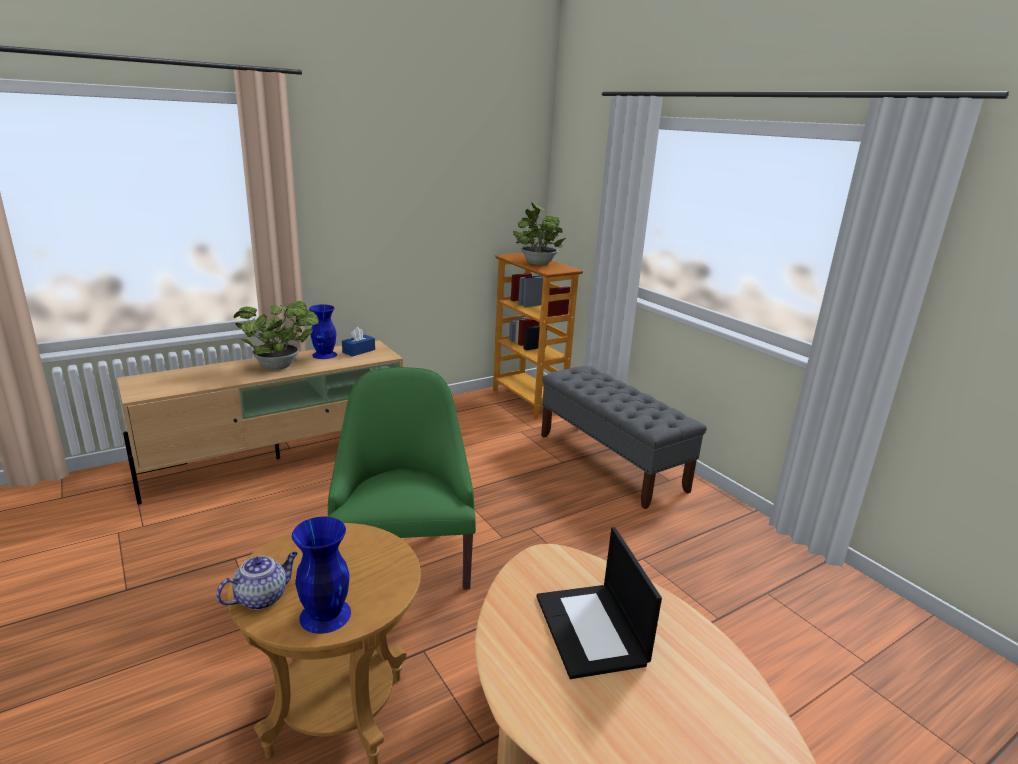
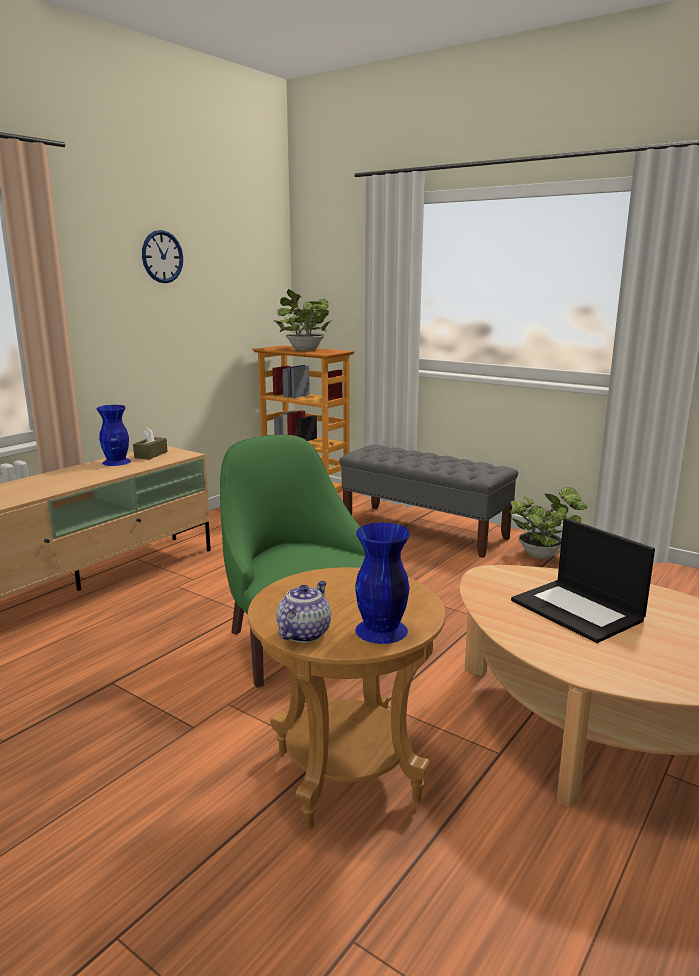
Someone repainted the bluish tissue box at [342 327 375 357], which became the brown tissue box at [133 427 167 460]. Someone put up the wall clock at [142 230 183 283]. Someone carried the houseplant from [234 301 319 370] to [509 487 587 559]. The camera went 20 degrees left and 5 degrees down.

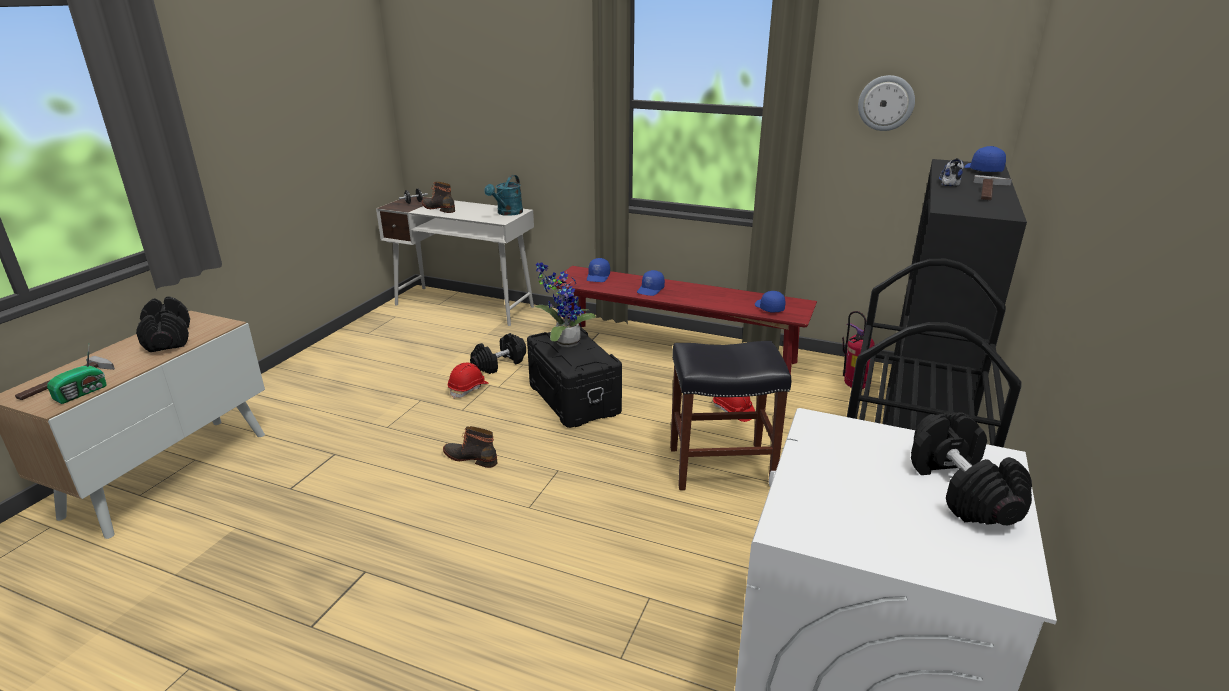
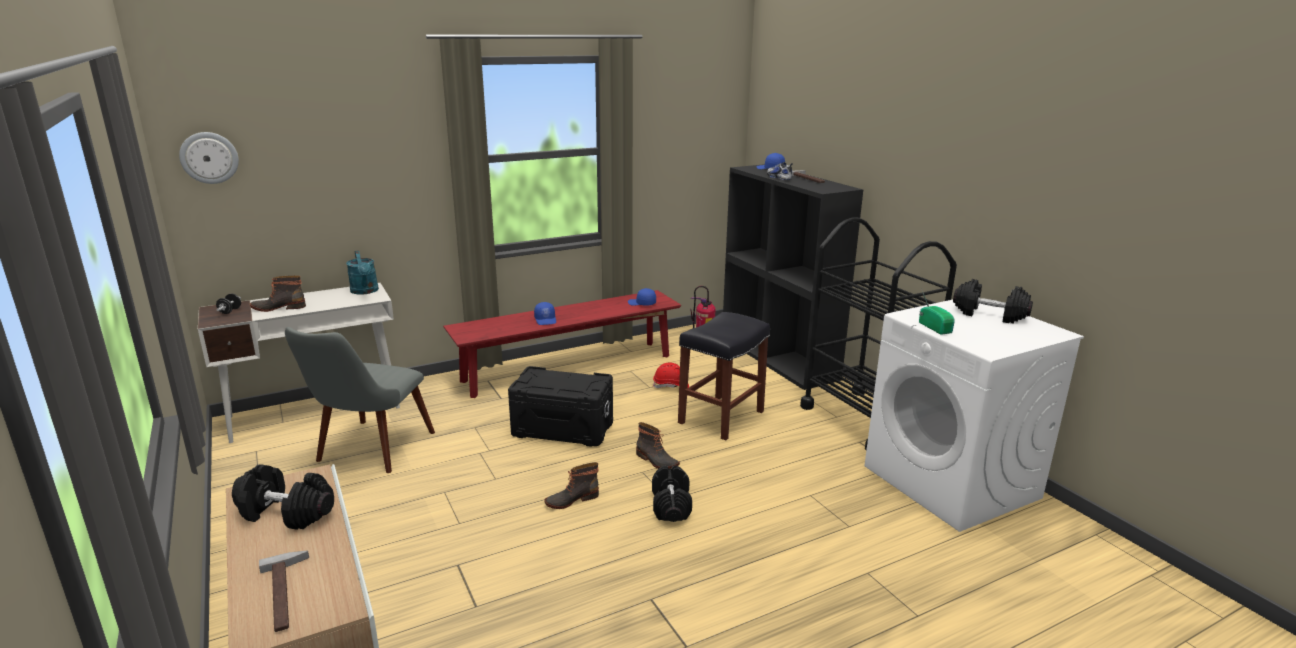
Someone carried the wall clock from [858 75 915 131] to [179 132 239 184]. Someone put down the greyish plain chair at [285 327 435 473]. Someone put down the high-top boot at [636 422 680 469]. Someone carried the black hand weight from [470 333 526 374] to [652 466 692 522]. Someone carried the radio receiver from [47 346 107 404] to [919 289 955 335]. Someone took away the red safety helmet at [448 363 489 399]. Someone took away the houseplant at [535 263 596 347]. Someone took away the bluish cap at [587 258 610 282]. The camera went 50 degrees left and 5 degrees down.

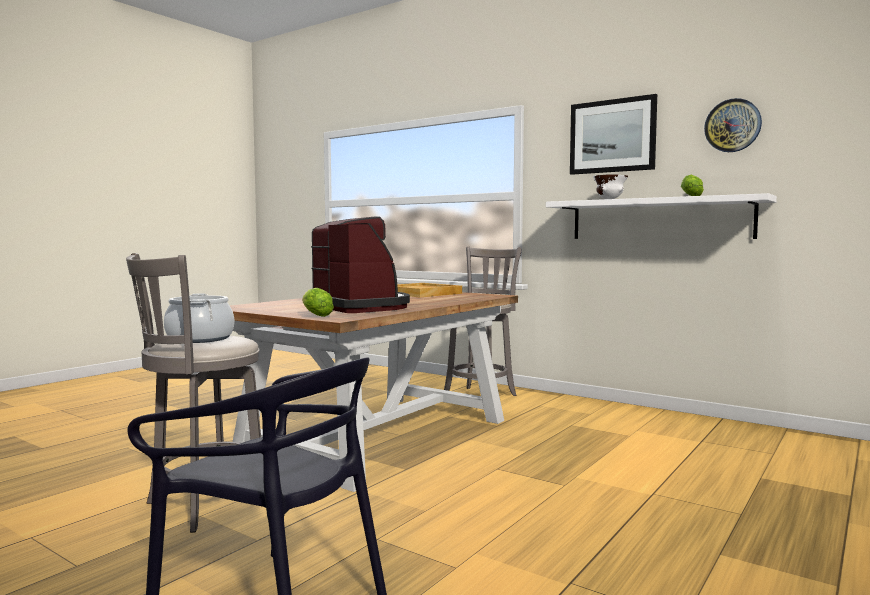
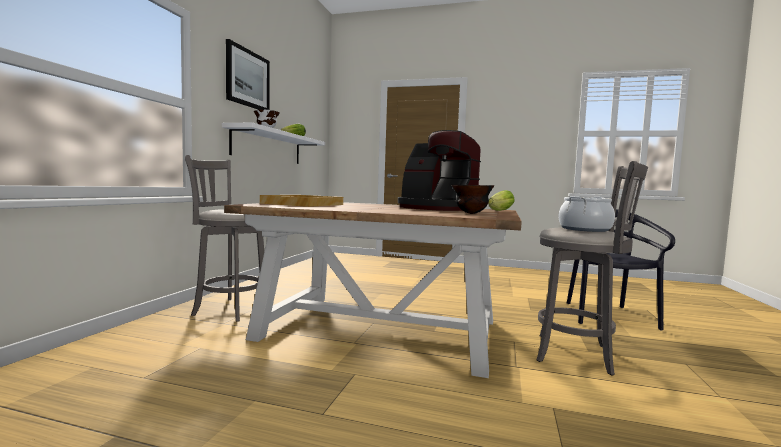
Someone rotated the coffee machine at [311 216 410 313] by 90 degrees counterclockwise. Someone put down the black deep dish at [452 185 494 214]. Someone took away the wall clock at [704 98 762 152]. The camera went 110 degrees left and 0 degrees up.

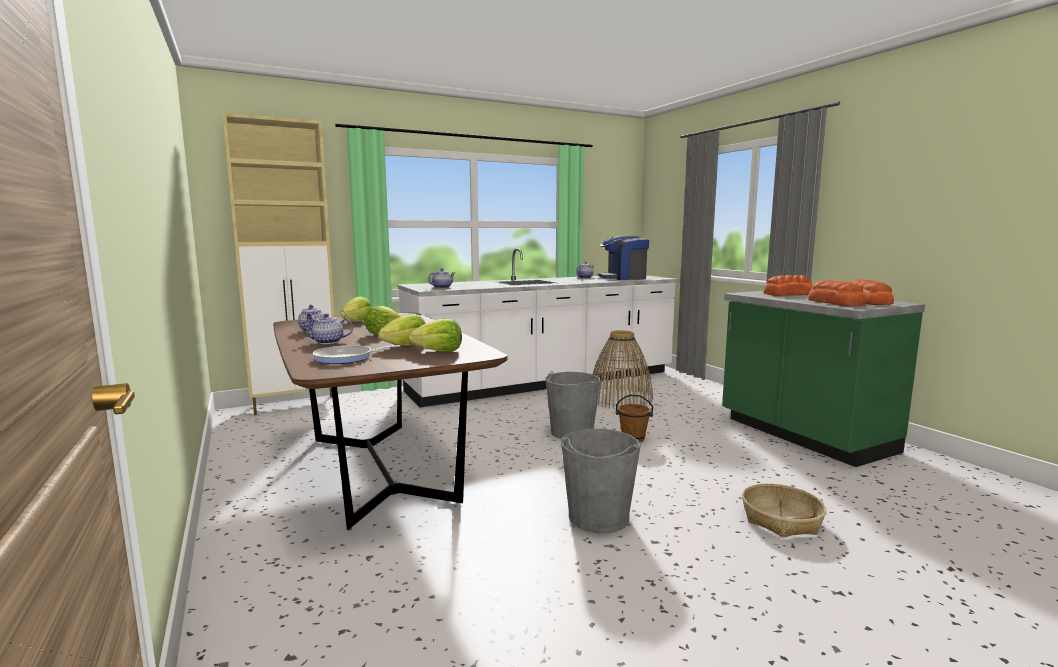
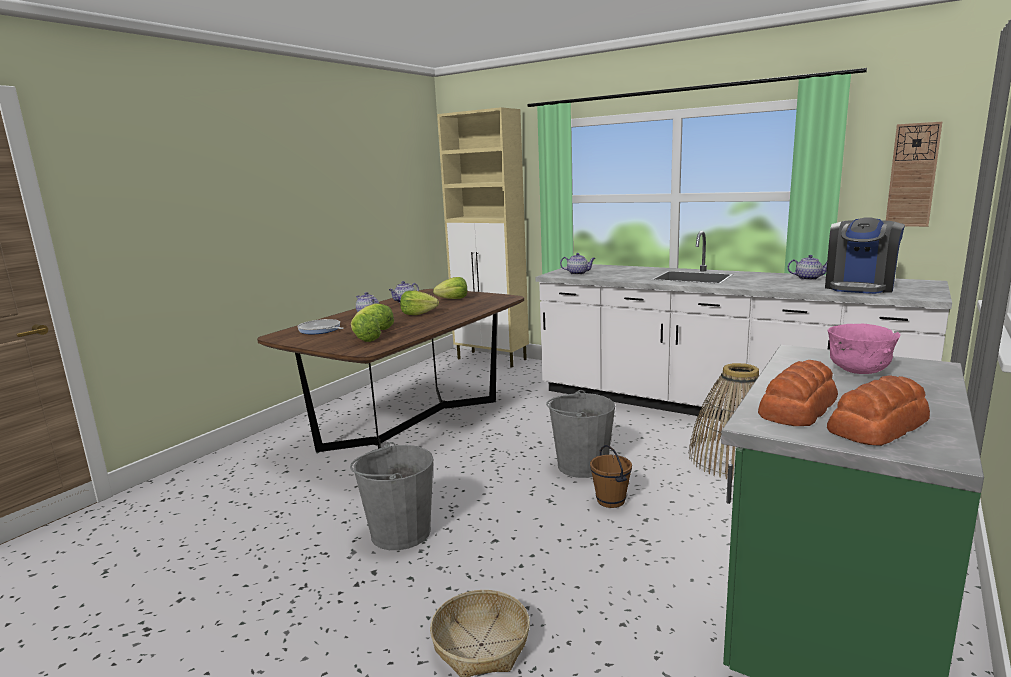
Someone rotated the coffee machine at [598 235 649 280] by 105 degrees counterclockwise. Someone swapped the bread at [763 275 812 296] for the pink deep dish at [828 324 900 374]. Someone put up the wall clock at [886 122 942 227]. The camera went 60 degrees right and 5 degrees up.

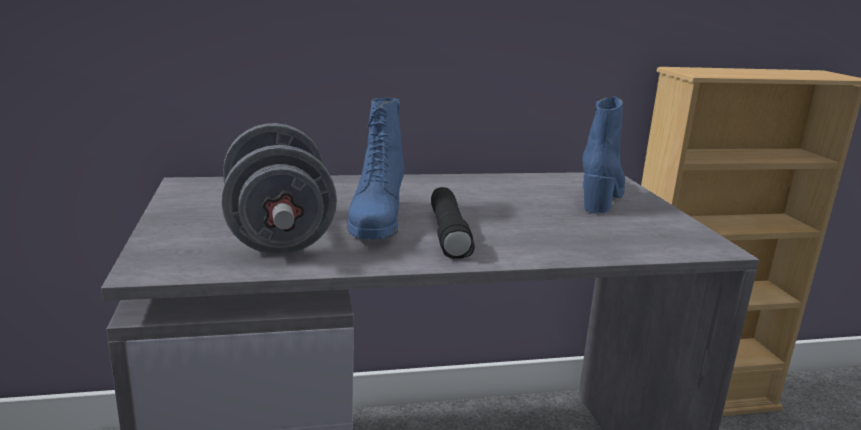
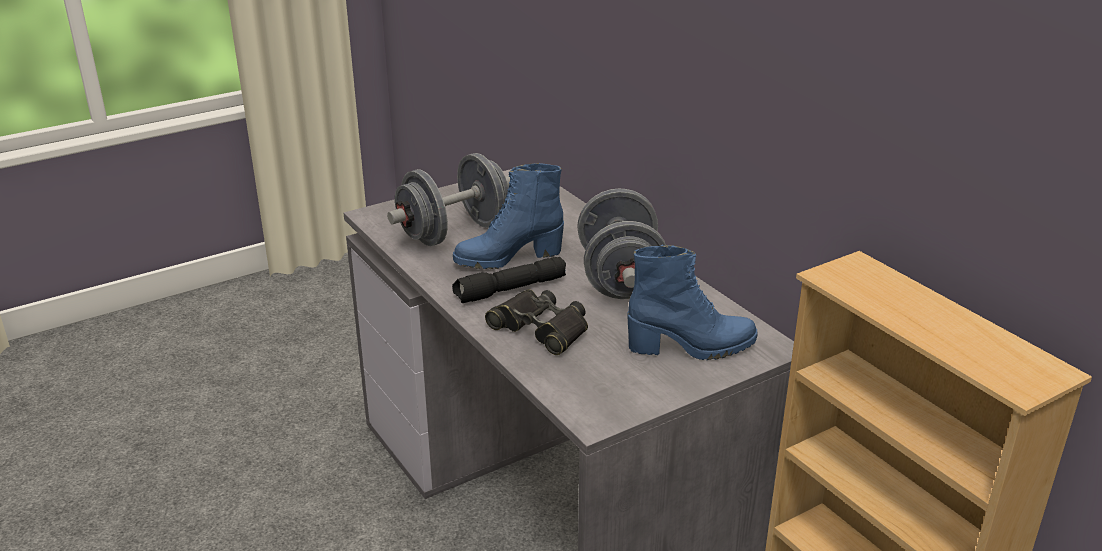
Someone put down the black pair of binoculars at [485 289 588 355]. Someone put down the greyish hand weight at [577 189 666 299]. The camera went 70 degrees right and 10 degrees up.

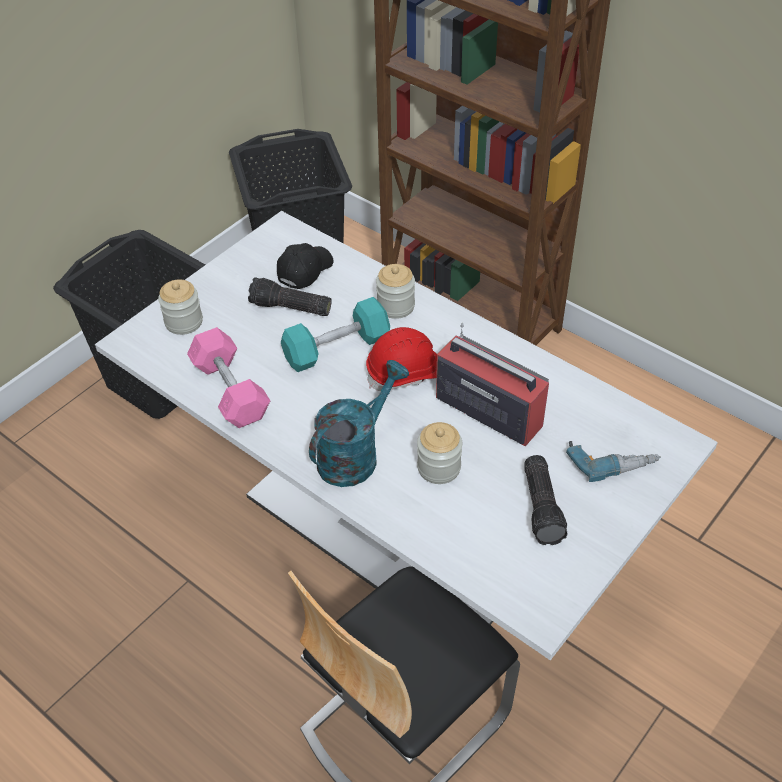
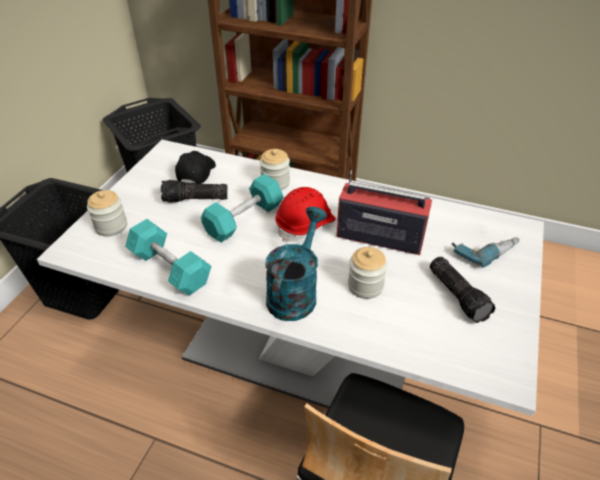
Someone repainted the pink hand weight at [187 327 270 428], which became the turquoise hand weight at [125 219 212 296]. The camera went 20 degrees left and 5 degrees down.

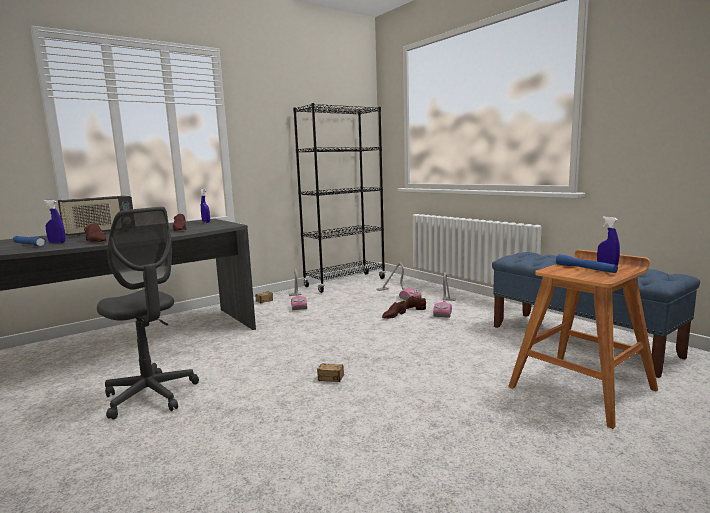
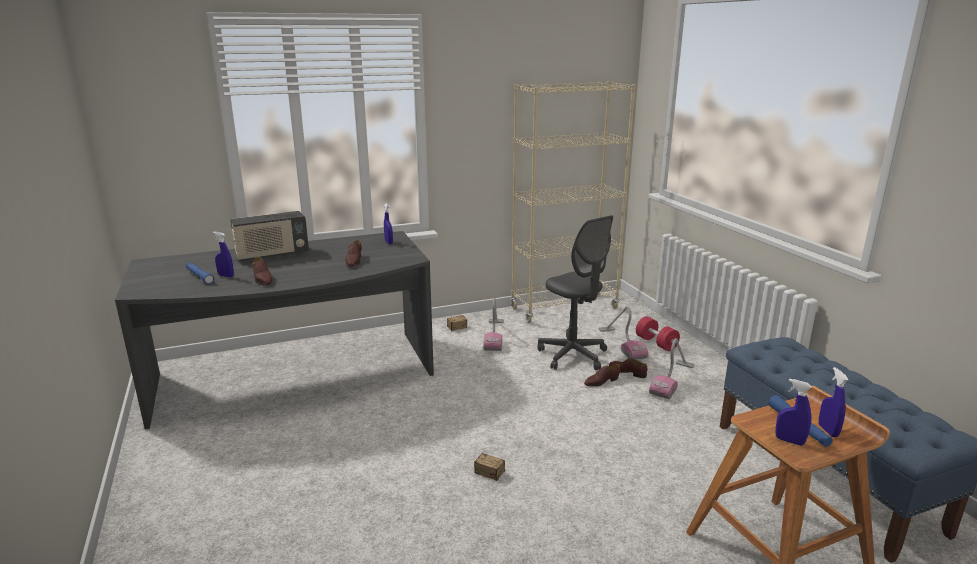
Someone repainted the black bookshelf at [293 103 386 293], which became the beige-coloured bookshelf at [511 81 636 323]. Someone carried the greyish office chair from [97 207 199 420] to [537 215 613 370]. Someone put down the red hand weight at [636 316 680 351]. Someone put down the bluish hand sprayer at [775 378 812 446]. The camera went 15 degrees right and 10 degrees up.

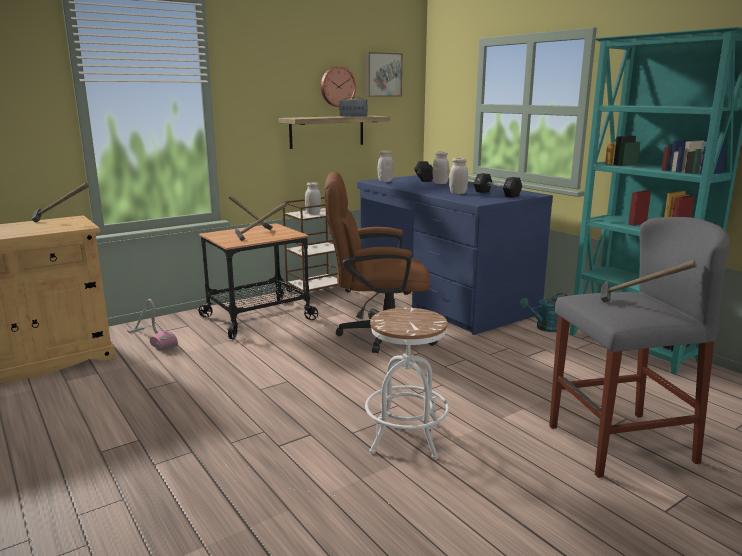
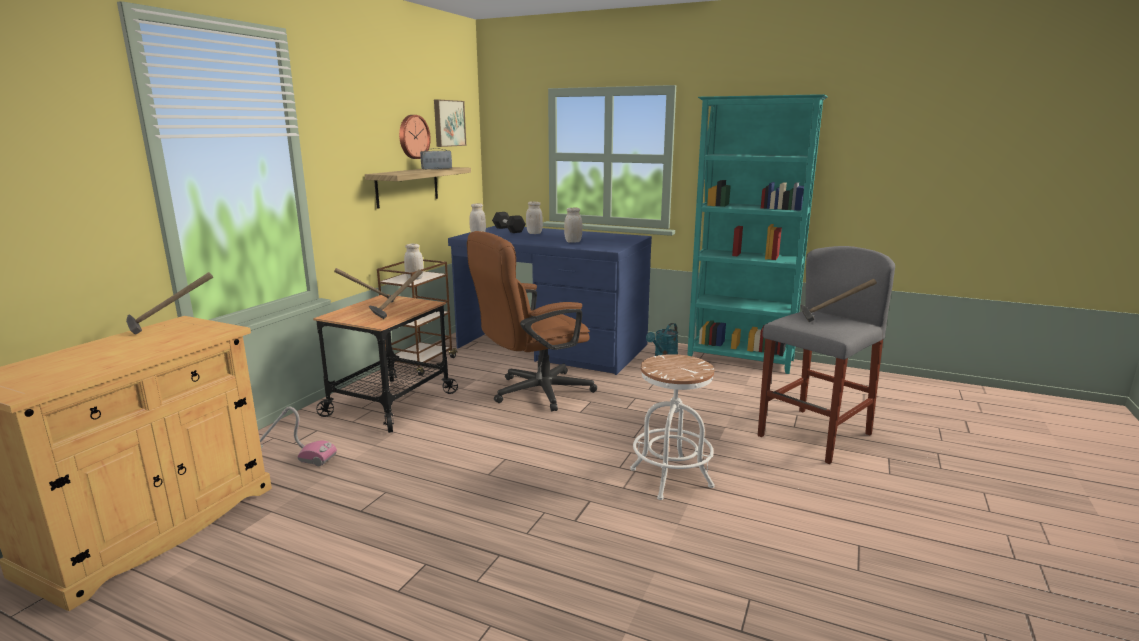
Someone took away the black hand weight at [474 173 522 197]. The camera went 30 degrees left and 0 degrees up.

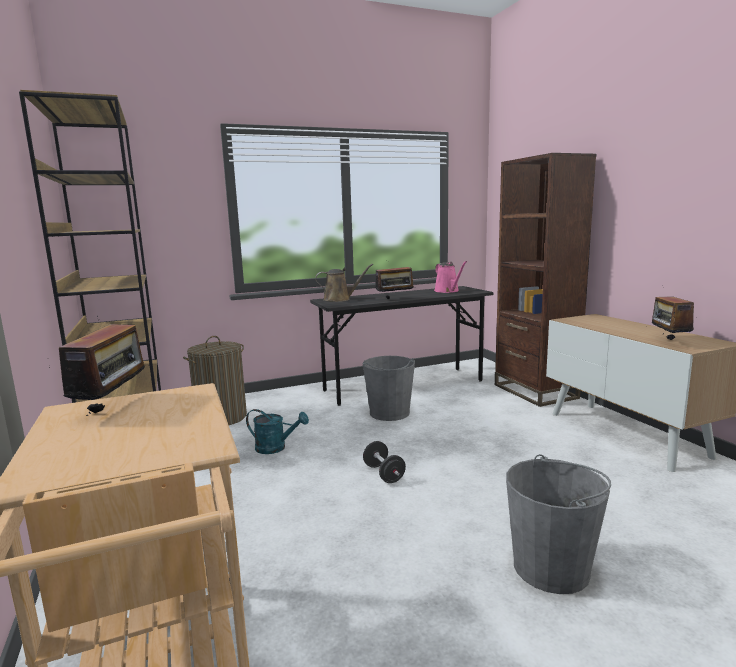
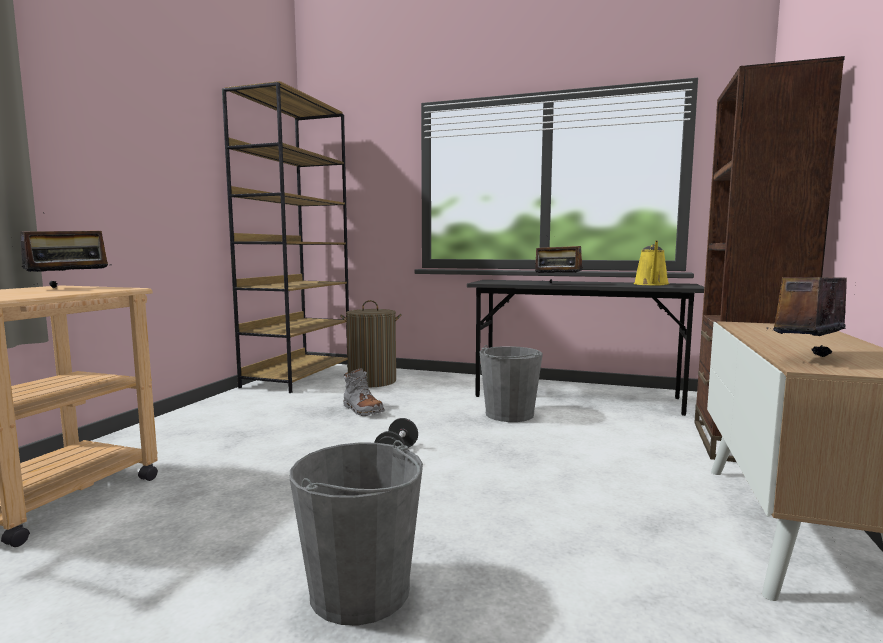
Someone swapped the turquoise watering pot at [246 409 309 454] for the greyish high-top boot at [343 368 385 416]. Someone repainted the pink watering pot at [434 261 467 293], which became the yellow watering pot at [634 240 669 286]. Someone took away the brown watering pot at [315 264 373 302]. The camera went 40 degrees right and 5 degrees down.

